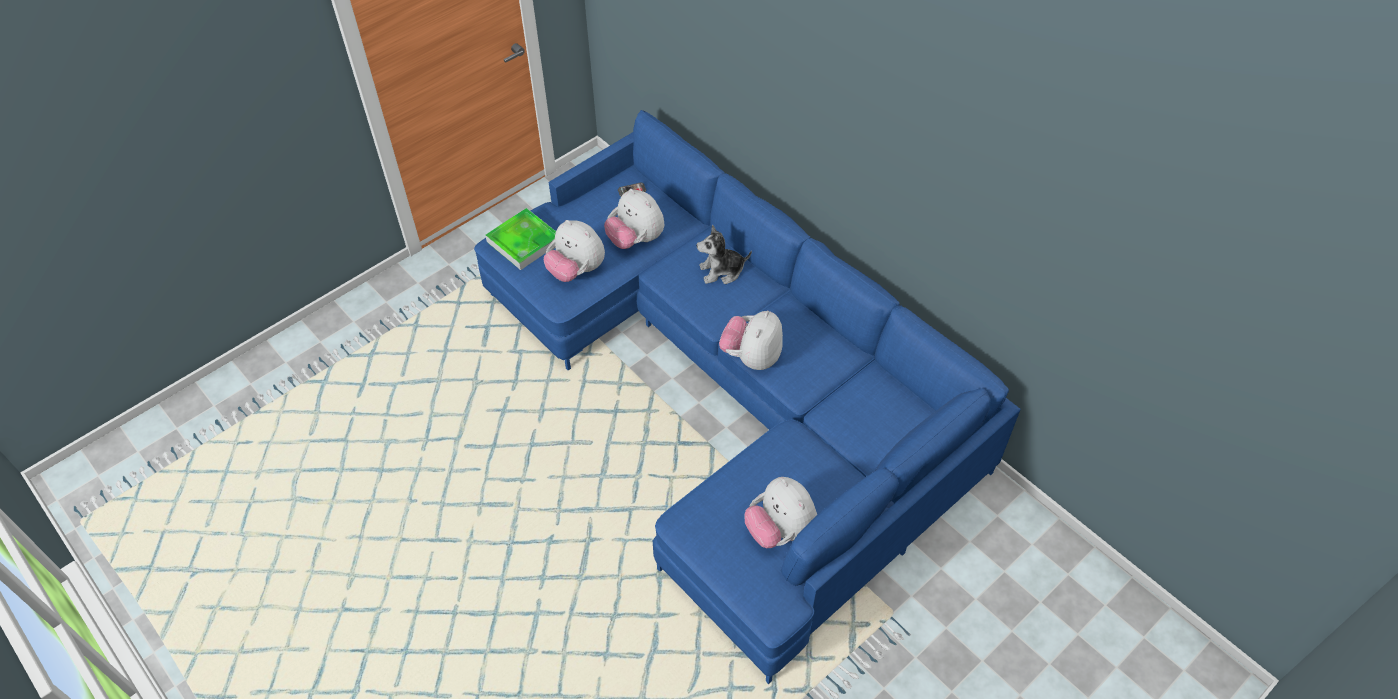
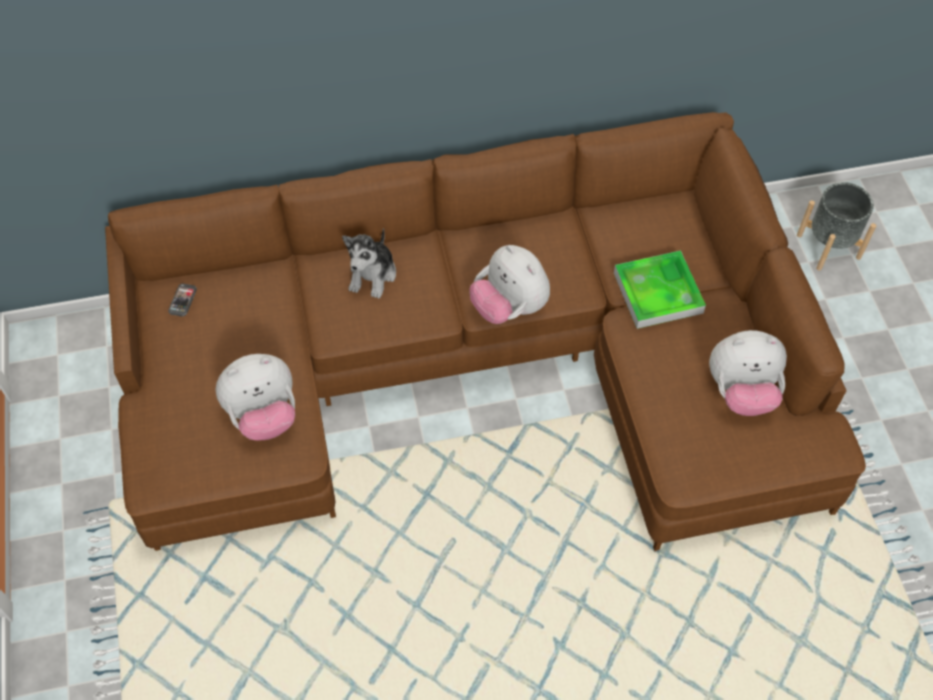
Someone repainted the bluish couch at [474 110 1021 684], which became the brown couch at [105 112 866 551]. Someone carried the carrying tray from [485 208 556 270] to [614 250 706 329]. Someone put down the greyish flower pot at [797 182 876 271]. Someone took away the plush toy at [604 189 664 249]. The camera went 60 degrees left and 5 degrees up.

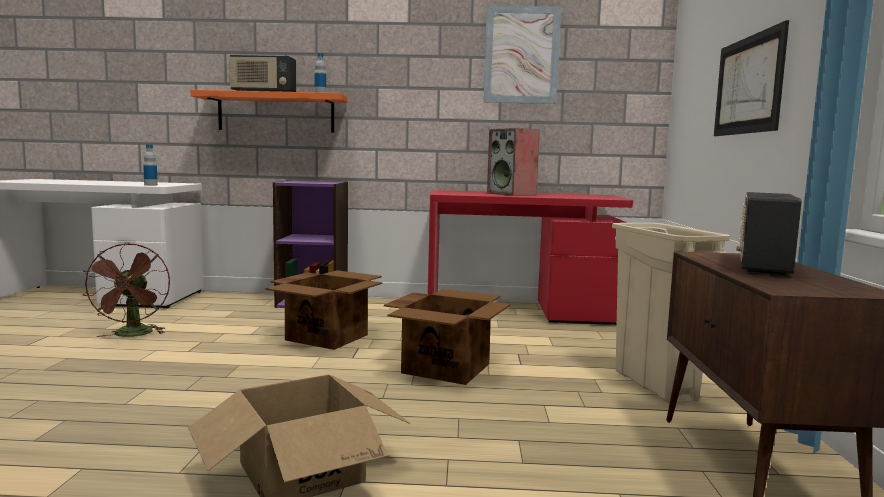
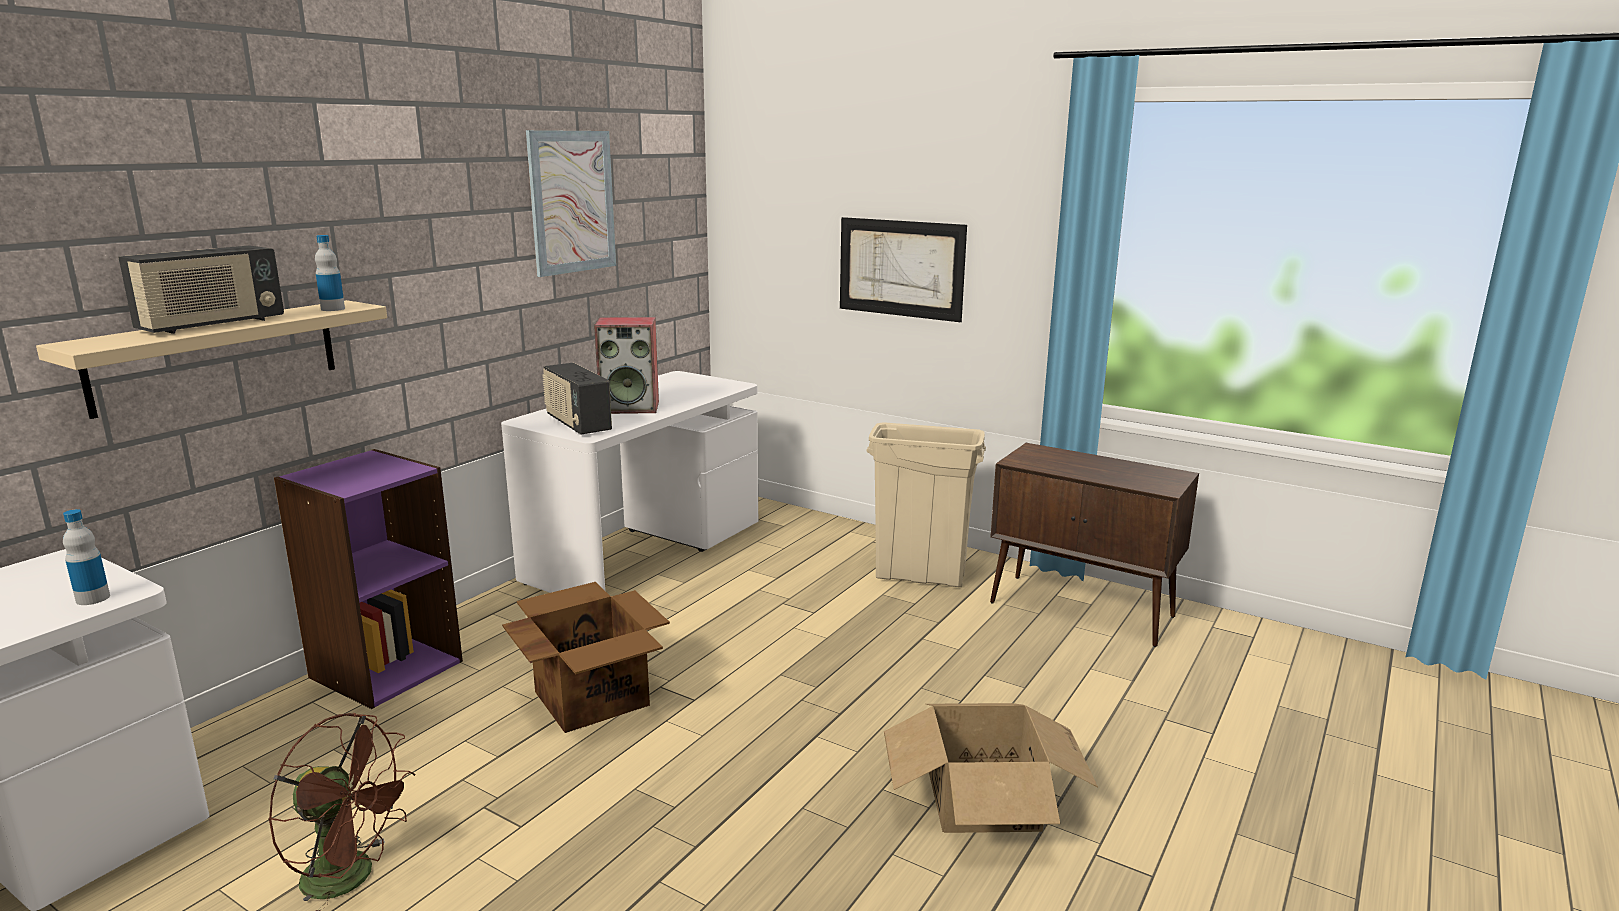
Someone repainted the orange-coloured shelf at [190 90 348 132], which became the beige-coloured shelf at [36 300 387 419]. Someone repainted the red desk at [428 190 633 325], which became the white-coloured desk at [501 371 758 593]. Someone carried the radio receiver from [736 192 802 275] to [542 363 612 435]. Someone took away the carton at [384 289 510 385]. The camera went 60 degrees left and 10 degrees up.

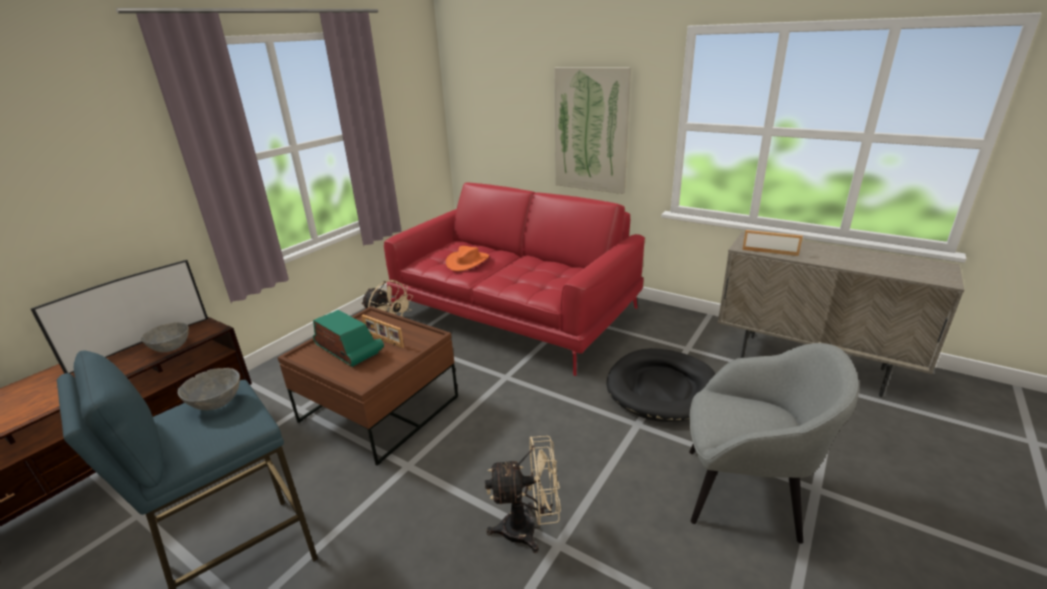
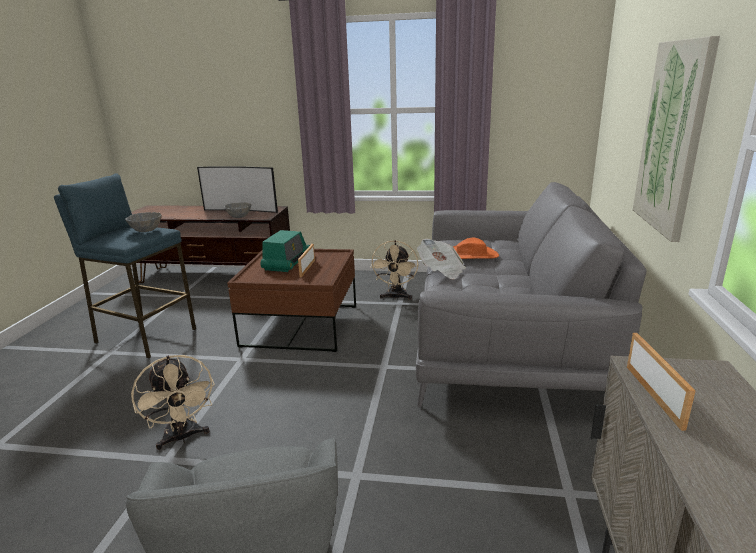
Someone repainted the red couch at [384 183 645 376], which became the greyish couch at [416 182 646 408]. Someone put down the newspaper at [417 239 466 279]. Someone took away the black dog bed at [607 348 715 422]. The camera went 65 degrees right and 5 degrees down.

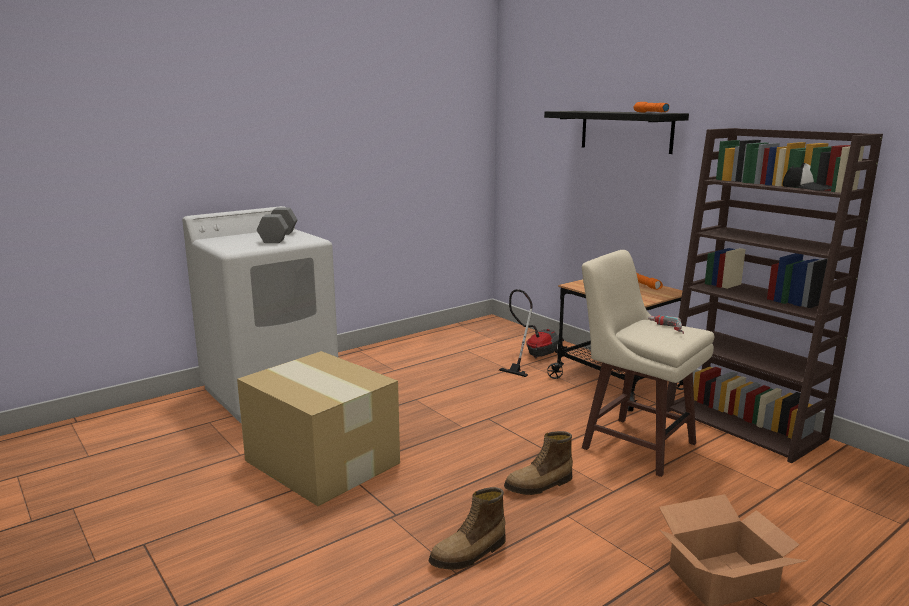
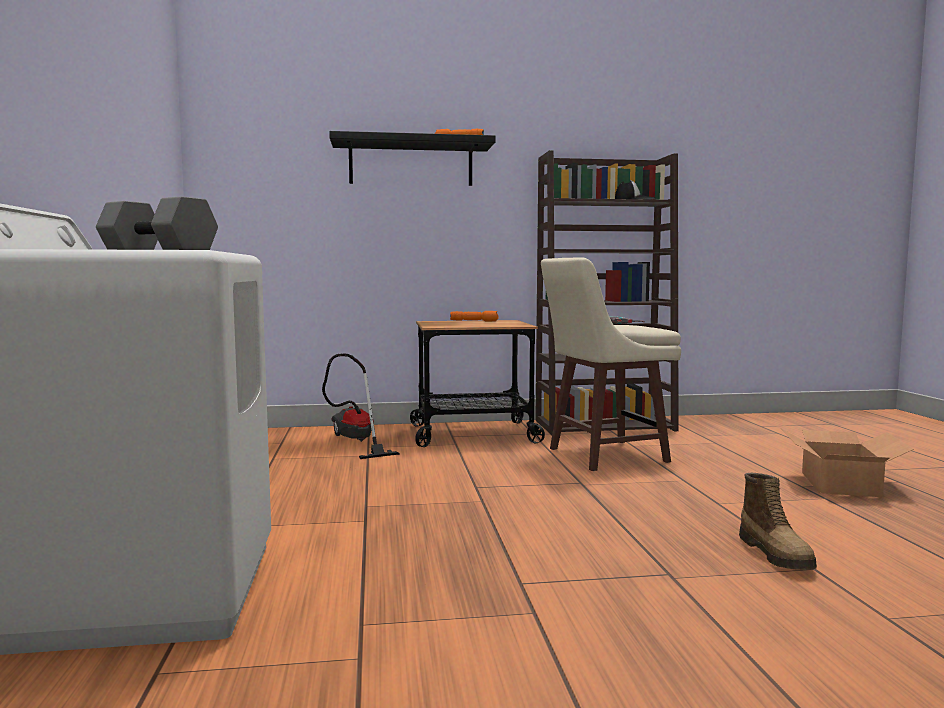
Someone took away the carton at [237 351 400 506]. Someone took away the high-top boot at [504 431 573 495]. The camera went 60 degrees left and 10 degrees down.

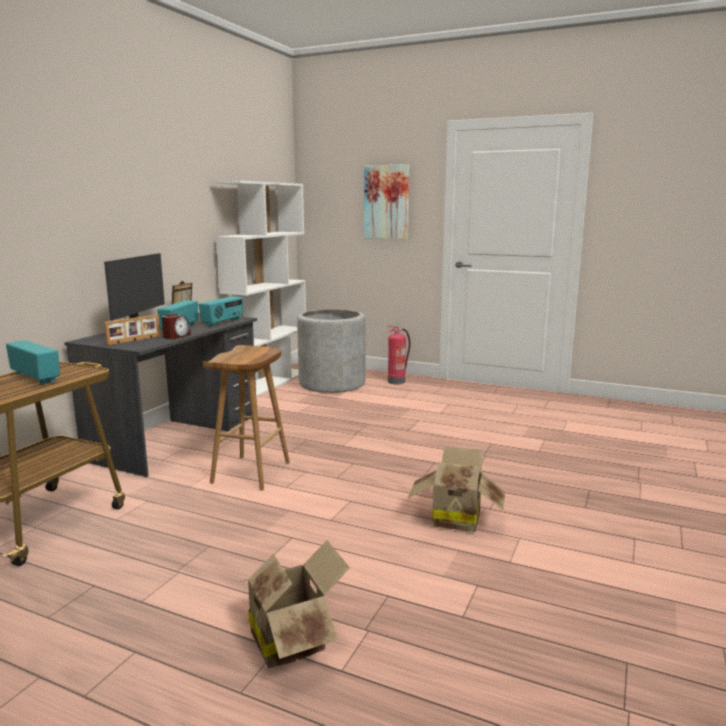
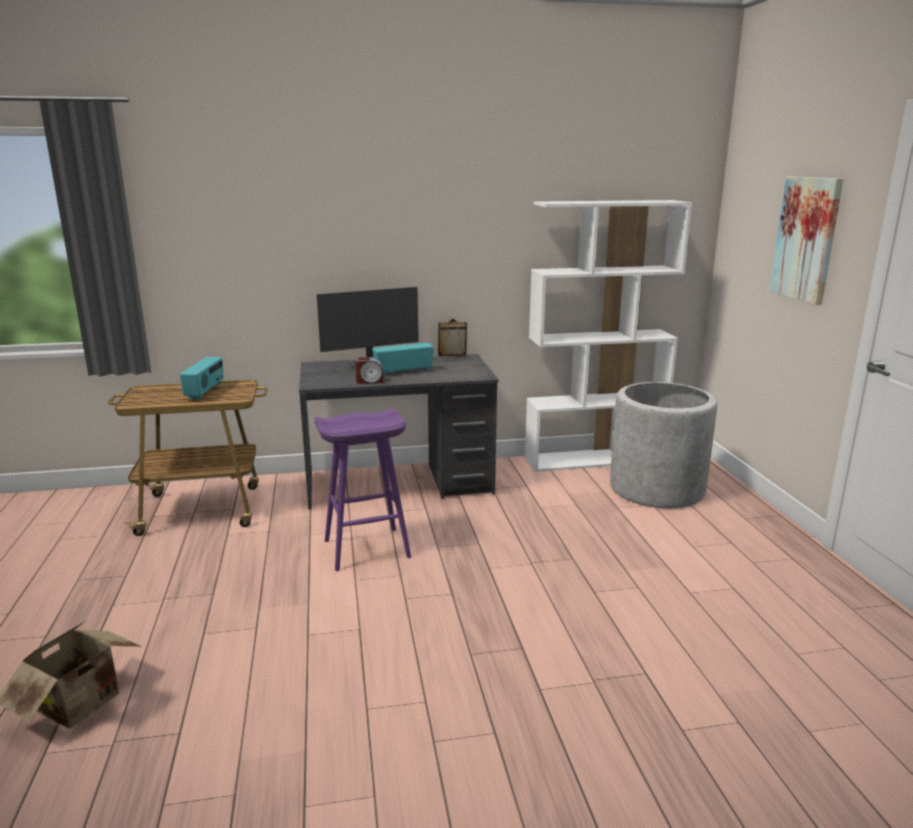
Someone repainted the brown stool seat at [203 345 290 490], which became the purple-coloured stool seat at [314 408 411 571]. Someone took away the standing frame at [104 315 161 345]. Someone took away the radio receiver at [199 296 243 327]. Someone took away the fire-fighting cylinder at [387 326 410 384]. Someone took away the carton at [407 446 505 532]. The camera went 55 degrees right and 5 degrees up.

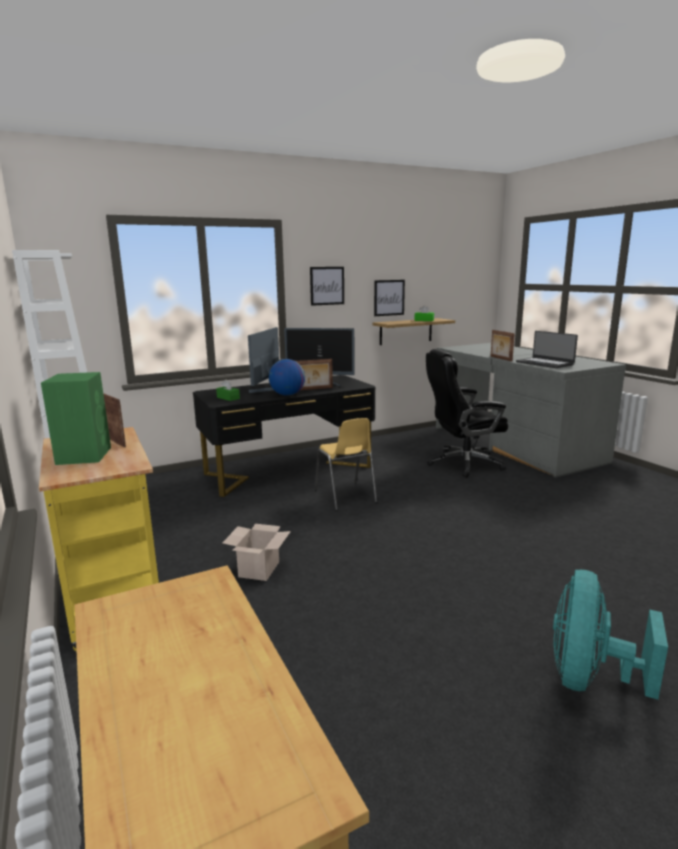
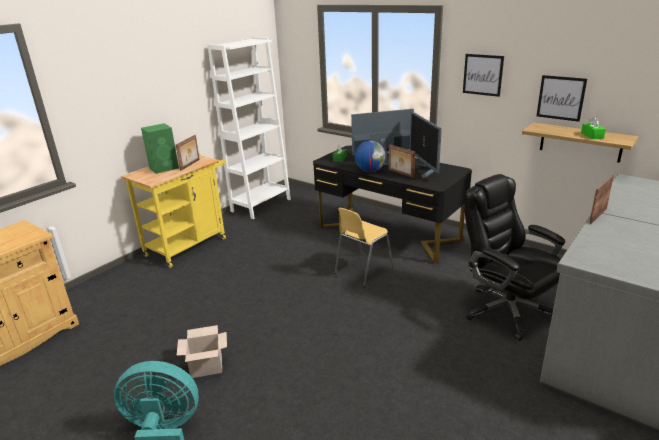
Someone carried the carton from [223 524 291 581] to [177 325 227 378]. Someone took away the portable computer at [516 331 578 368]. The camera went 65 degrees right and 10 degrees up.

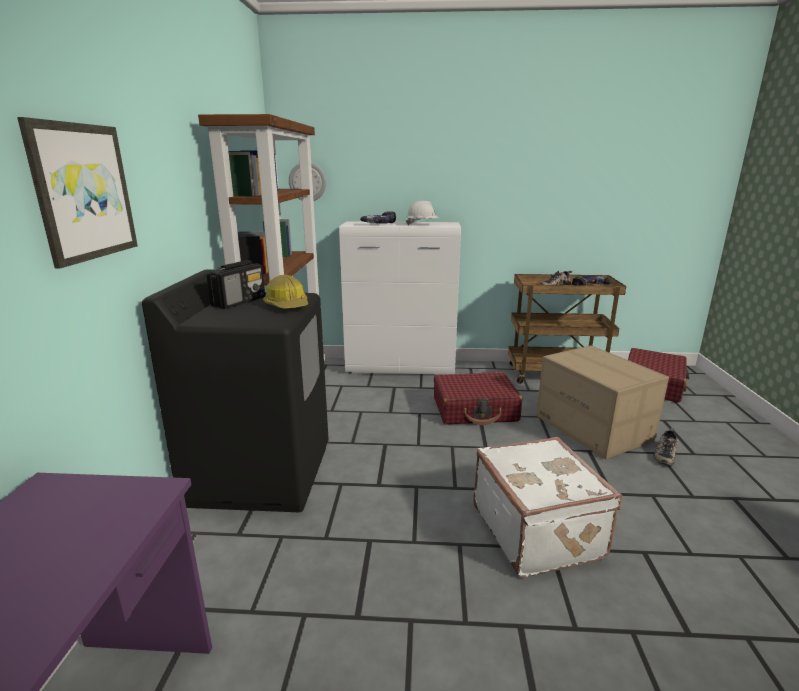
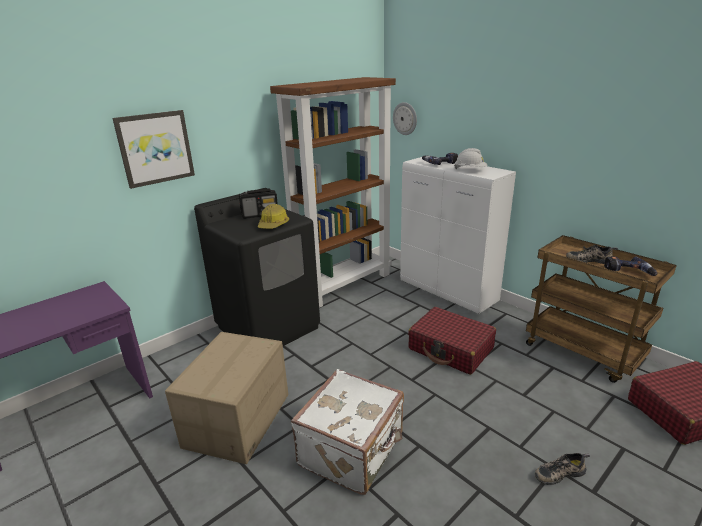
Someone carried the carton from [536 345 669 459] to [165 332 288 464]. The camera went 45 degrees right and 5 degrees up.

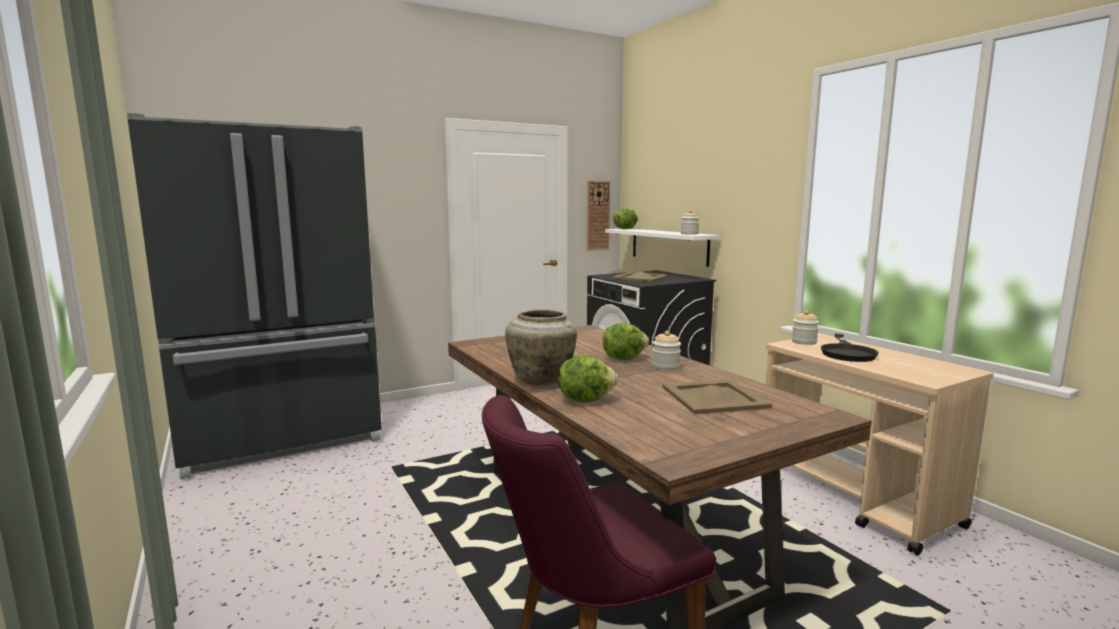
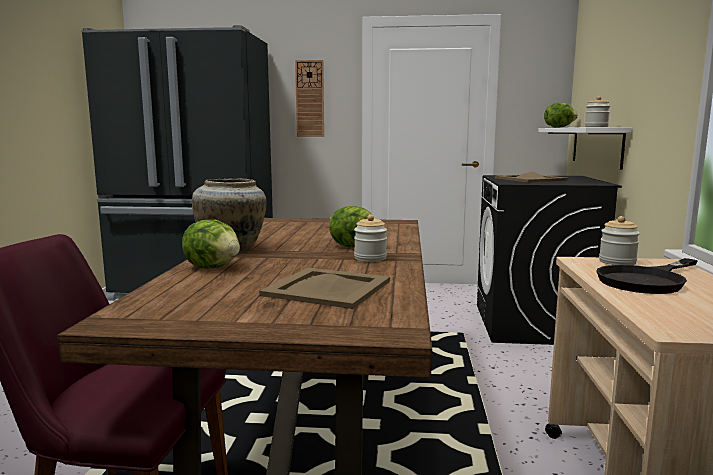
Someone carried the wall clock from [587 181 610 251] to [295 60 324 137]. The camera went 35 degrees right and 0 degrees up.

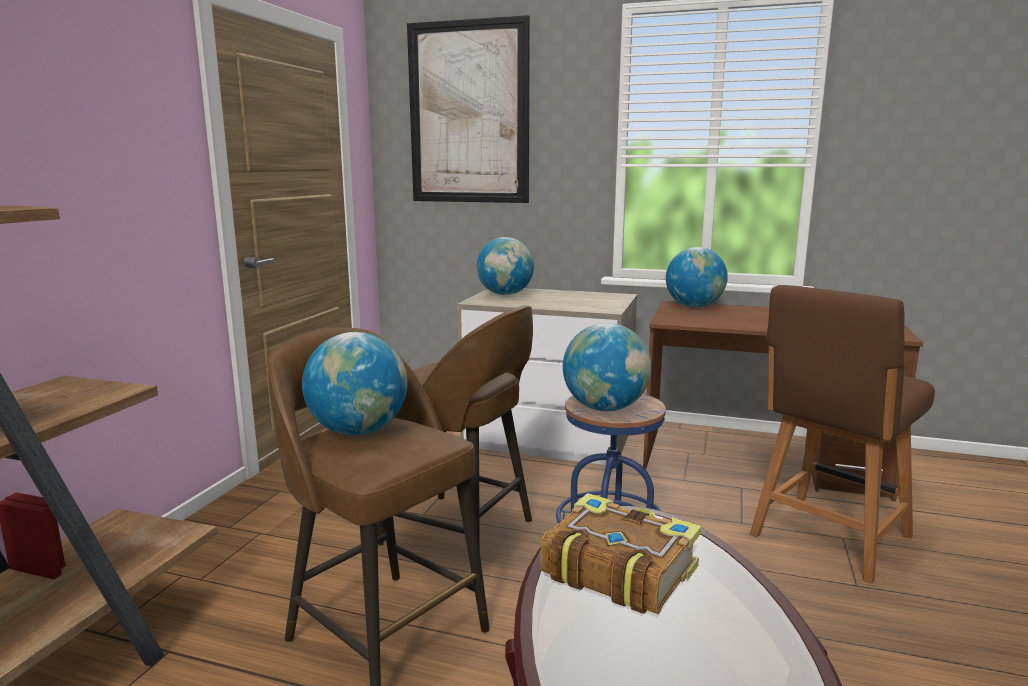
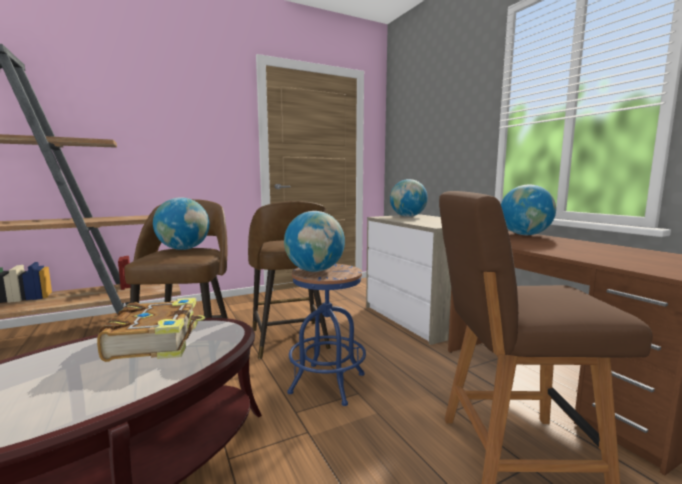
Someone took away the wall art at [407 15 530 203]. The camera went 45 degrees right and 5 degrees down.

